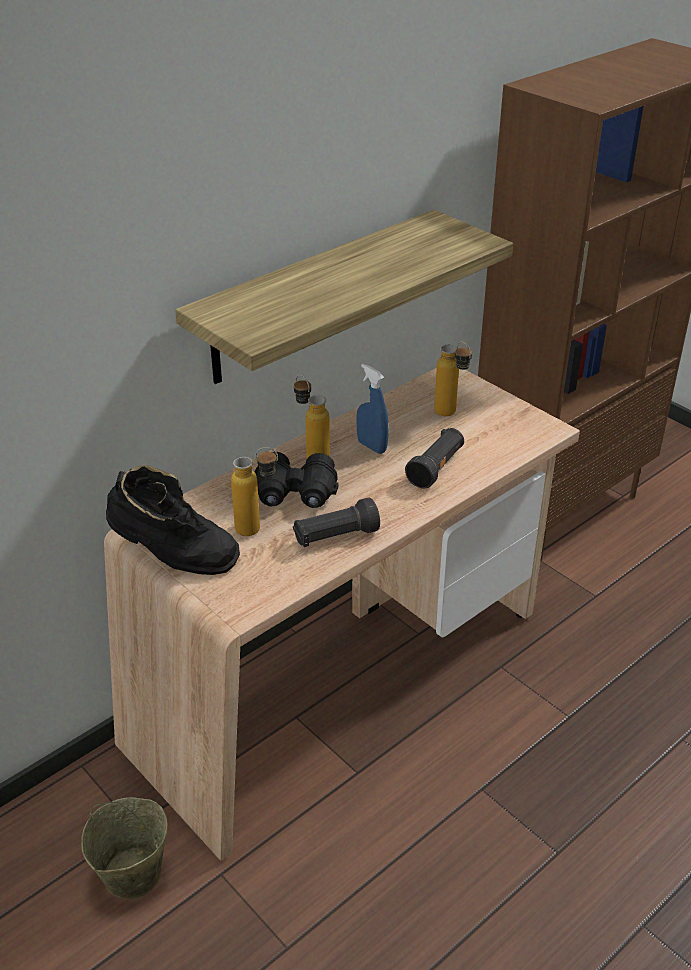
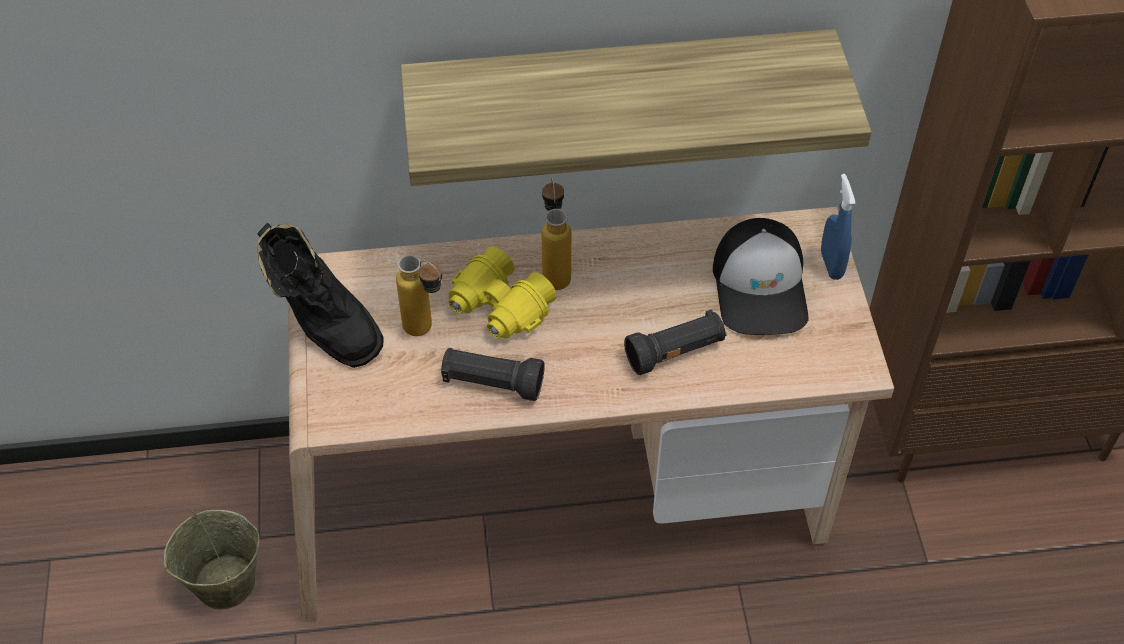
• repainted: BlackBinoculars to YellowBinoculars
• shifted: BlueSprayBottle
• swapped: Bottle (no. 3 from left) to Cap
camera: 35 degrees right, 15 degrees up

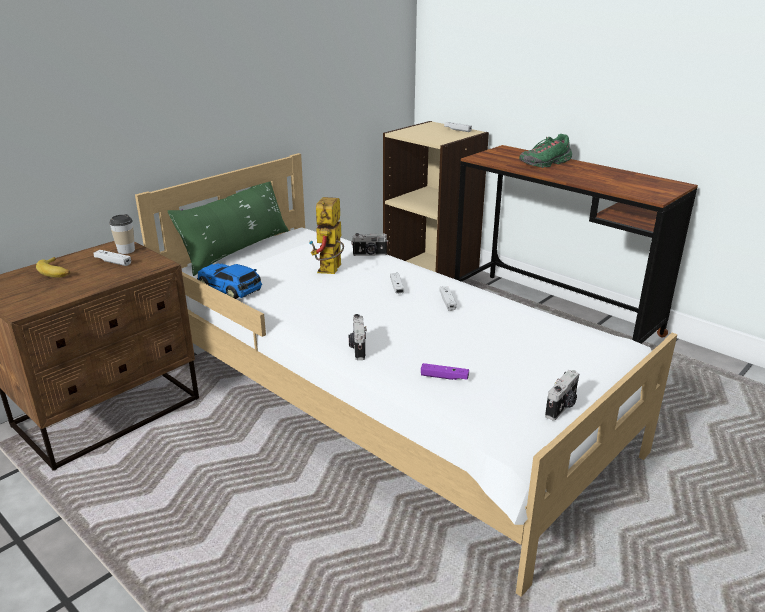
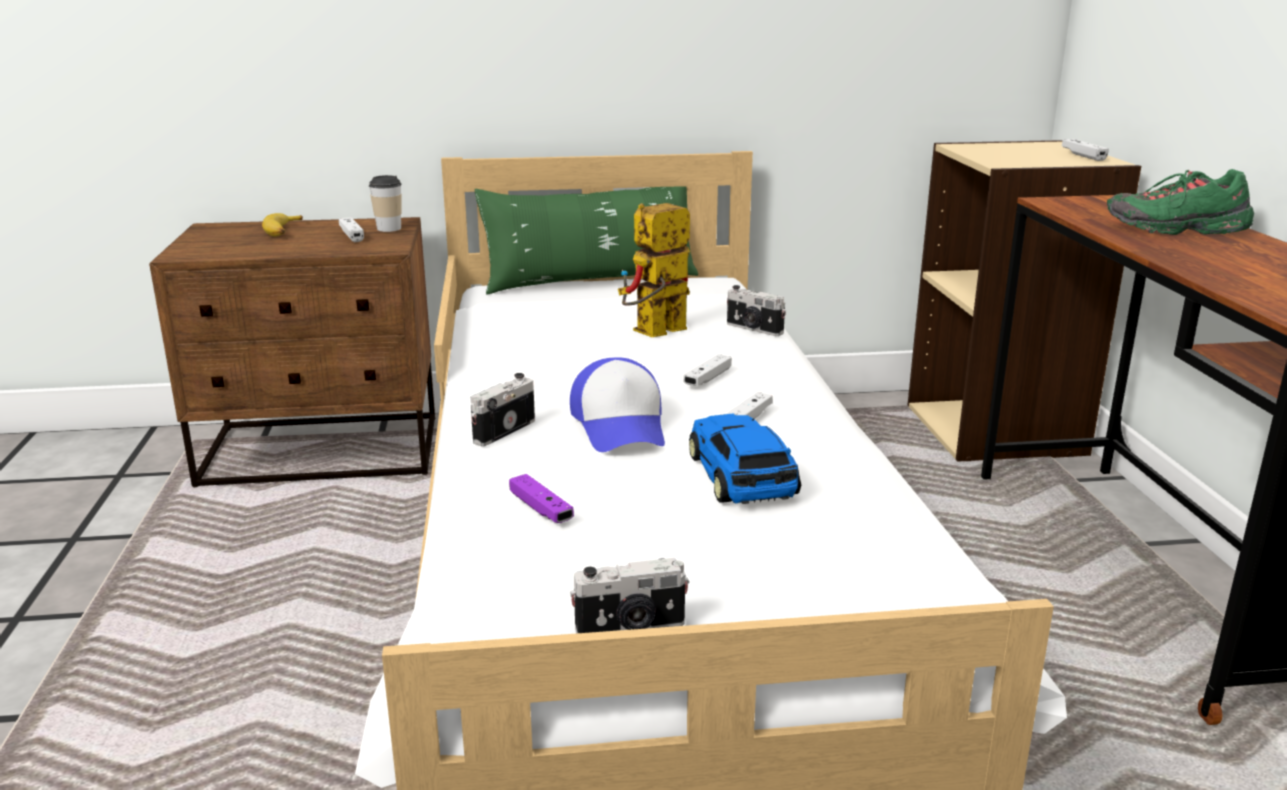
• shifted: ToyCar
• new: Cap
camera: 40 degrees right, 5 degrees down

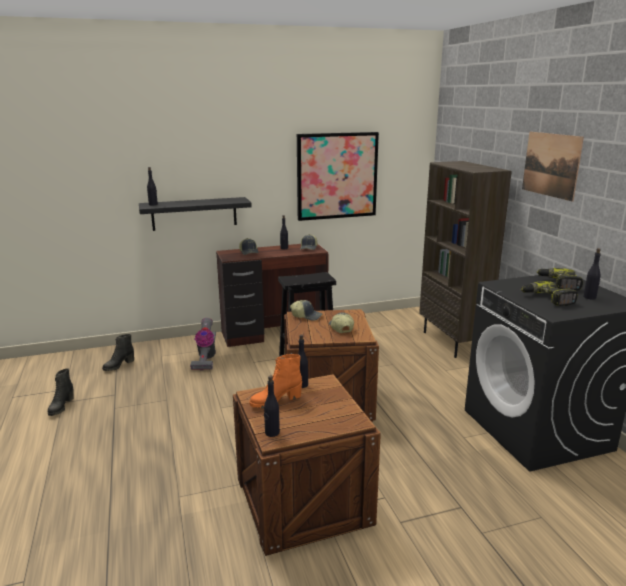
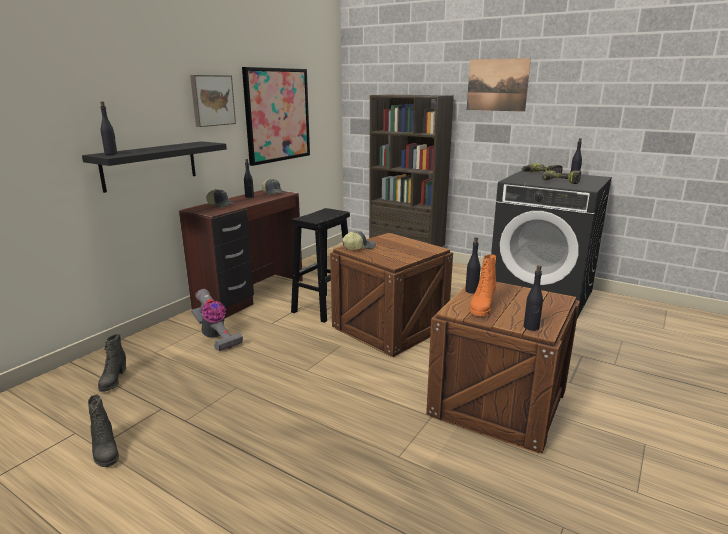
• gone: Cap (no. 4 from left)
• new: Picture (no. 1 from left)
camera: 40 degrees left, 0 degrees up

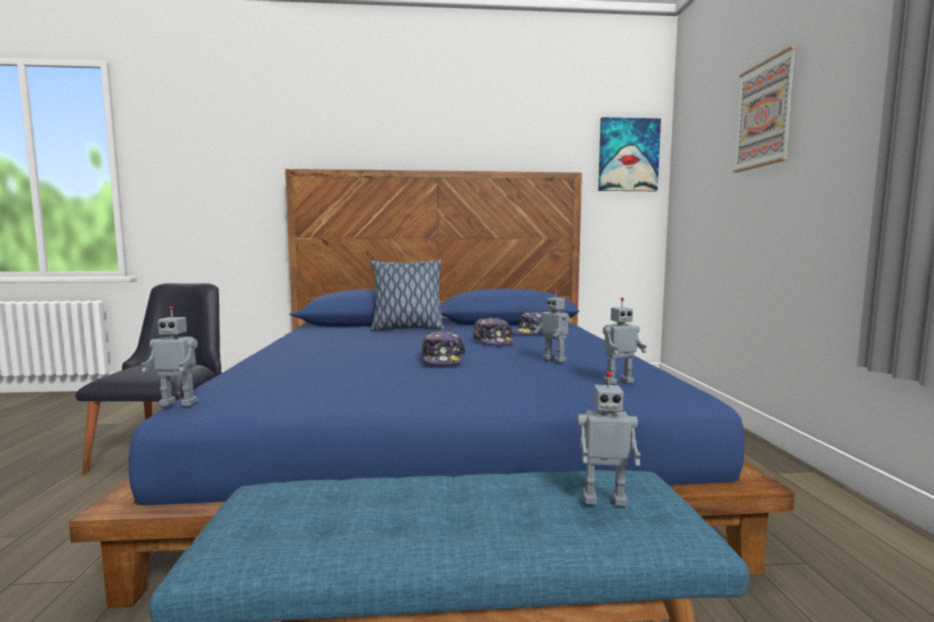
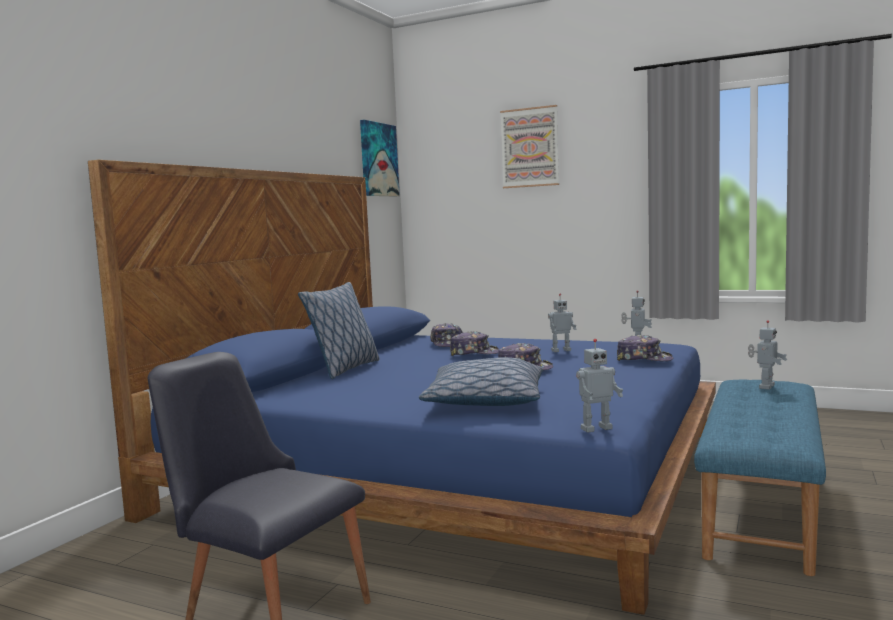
• rotated: ToyRobot (no. 1 from left in the first image) 45 degrees clockwise
• new: Pillow (no. 2 from left)
• new: Cap (no. 4 from left)
camera: 60 degrees left, 0 degrees up

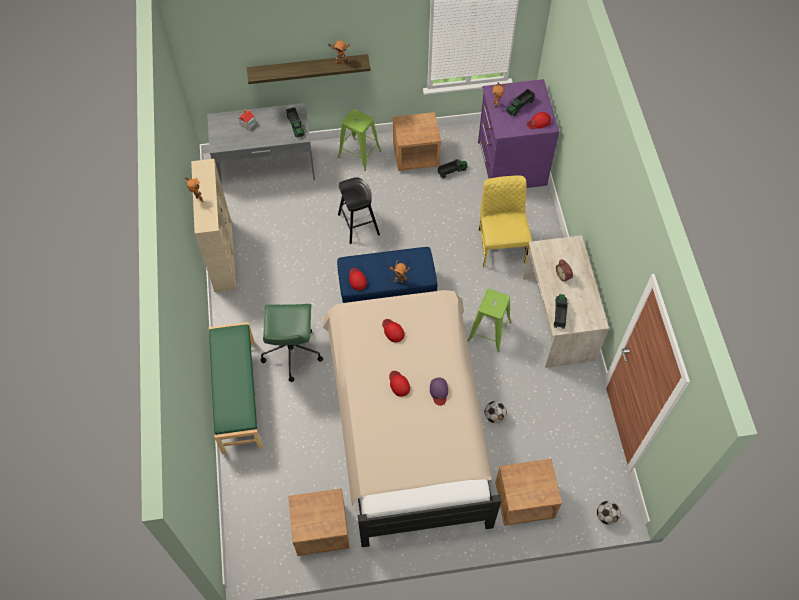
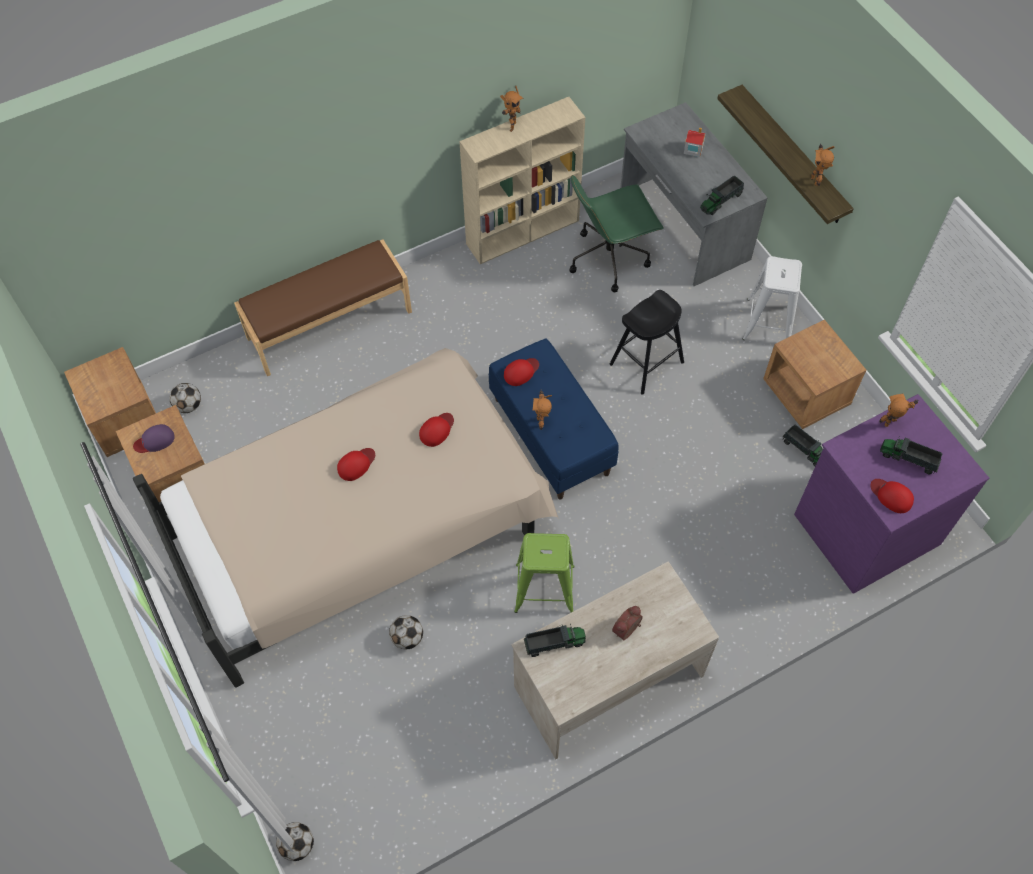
• repainted: GreenBench to BrownBench
• shifted: GreenOfficeChair
• repainted: GreenStool (no. 1 from left) to WhiteStool
• shifted: PurpleCap
• gone: YellowChair
• shifted: BrownNightstand (no. 3 from left in the first image) to BrownNightstand (no. 1 from left)
• new: Football (no. 1 from left)
camera: 70 degrees right, 0 degrees up

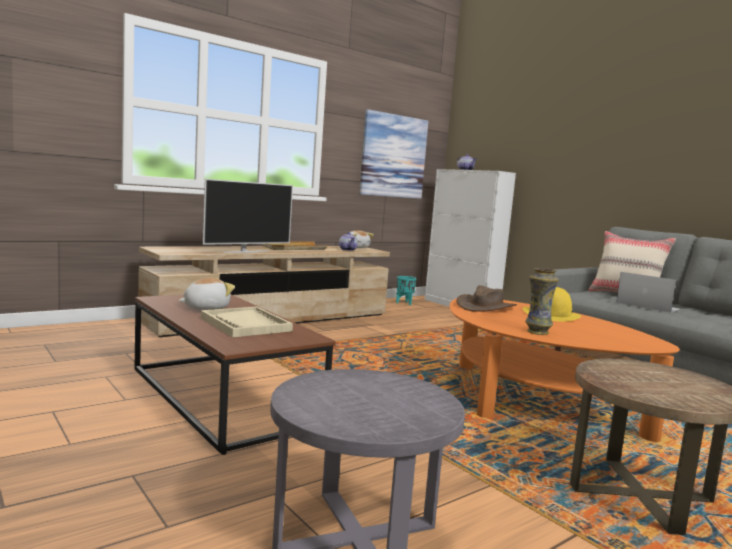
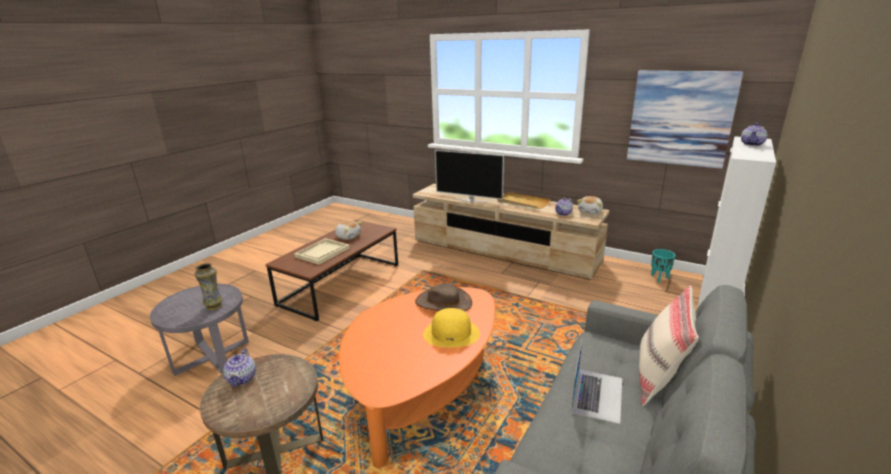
• shifted: Vase
• new: Teapot (no. 1 from left)
camera: 70 degrees right, 15 degrees up

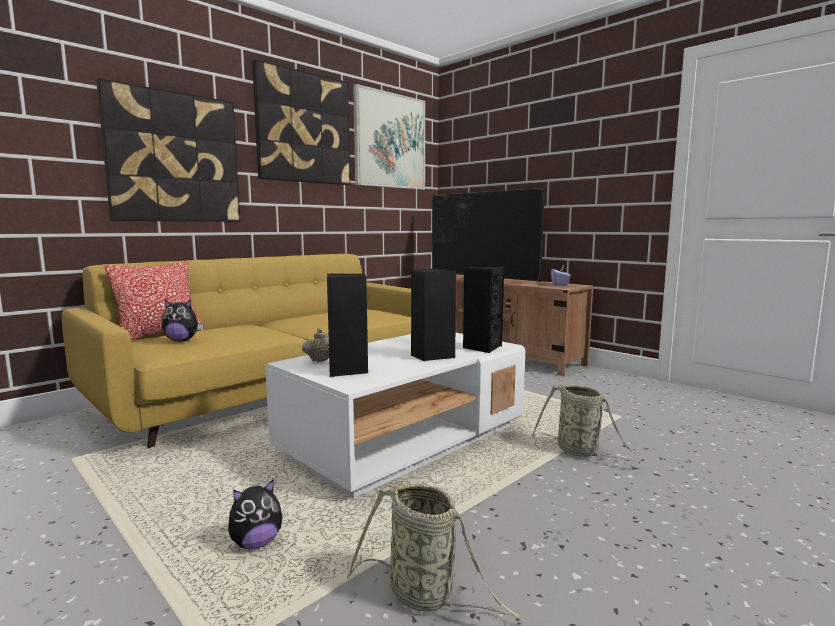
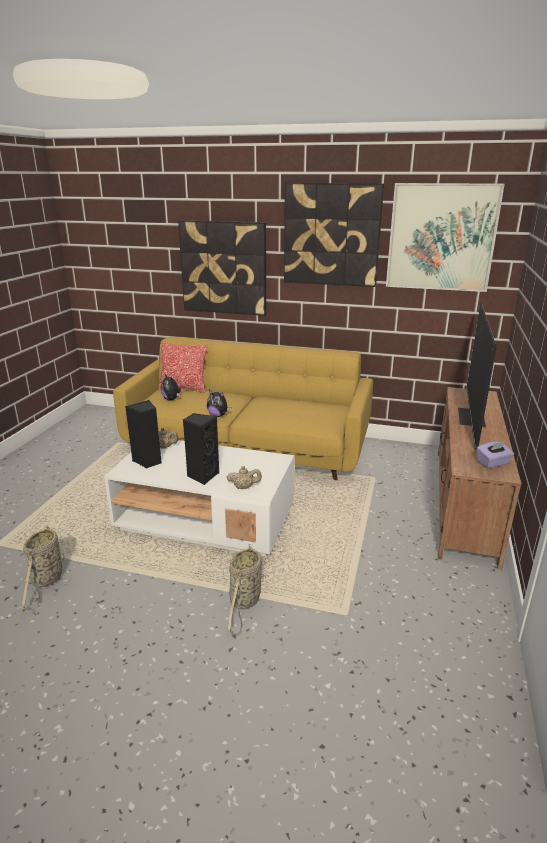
• shifted: PlushToy (no. 2 from left)
• swapped: BlackSpeaker (no. 3 from left) to BeigeTeapot (no. 2 from left)
camera: 60 degrees right, 15 degrees up

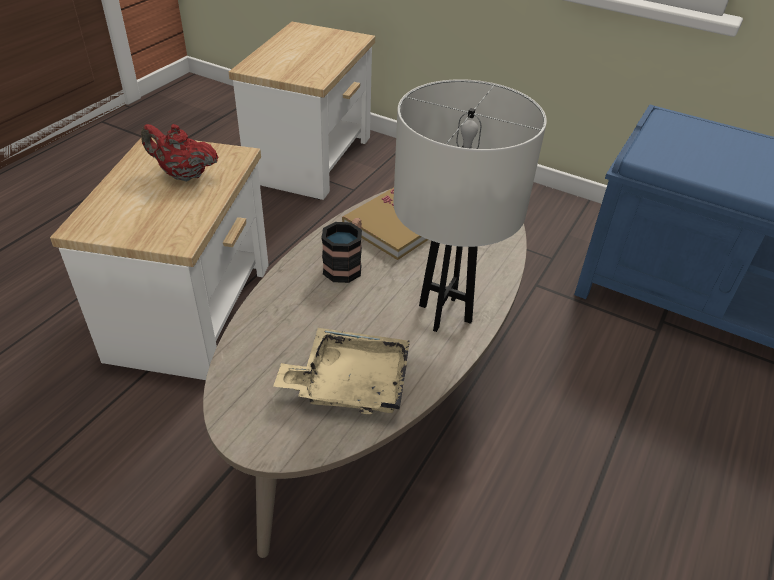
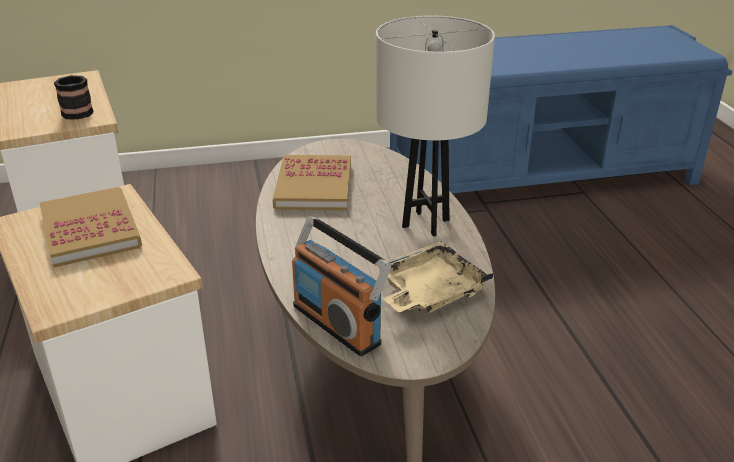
• swapped: RedTeapot to Book (no. 1 from left)
• shifted: Mug
• new: Radio
camera: 40 degrees left, 10 degrees down

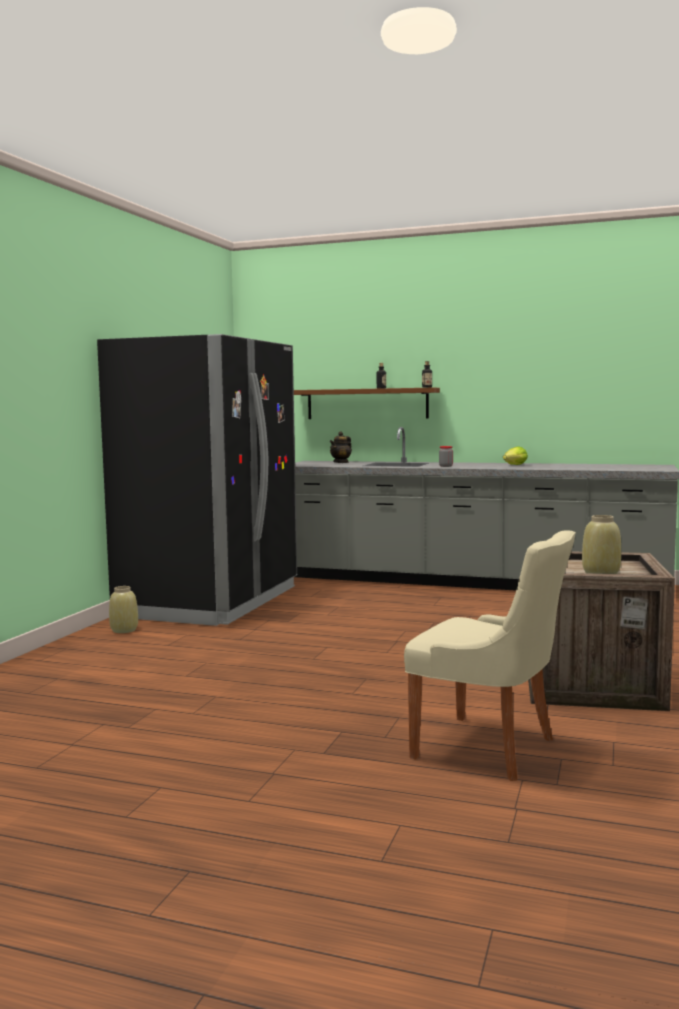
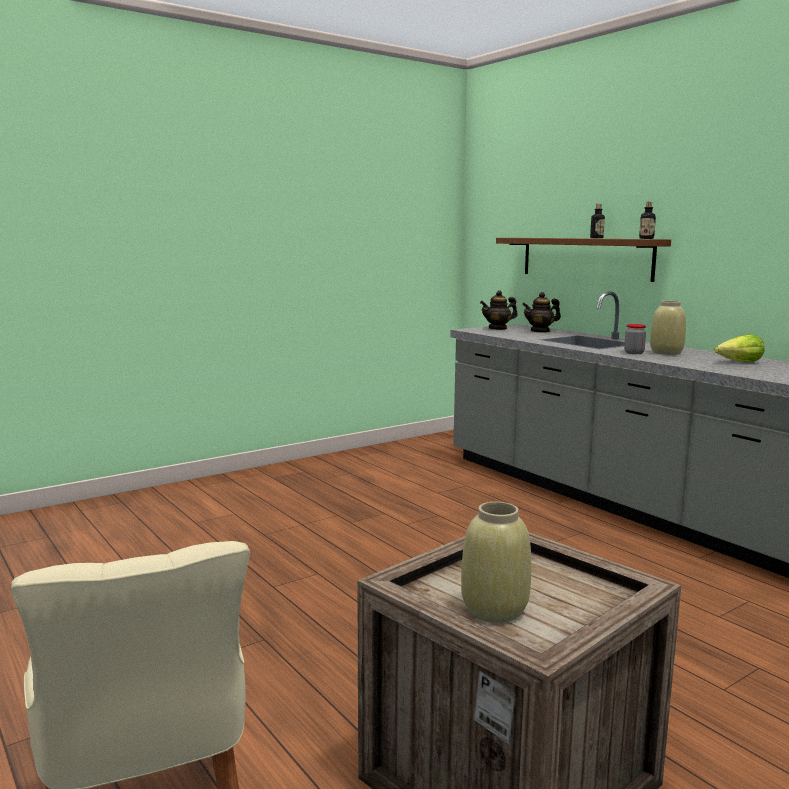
• gone: BlackFridge
• shifted: BeigeVase (no. 1 from left in the first image) to BeigeVase (no. 2 from left)
• new: Teapot (no. 1 from left)
camera: 35 degrees right, 5 degrees up

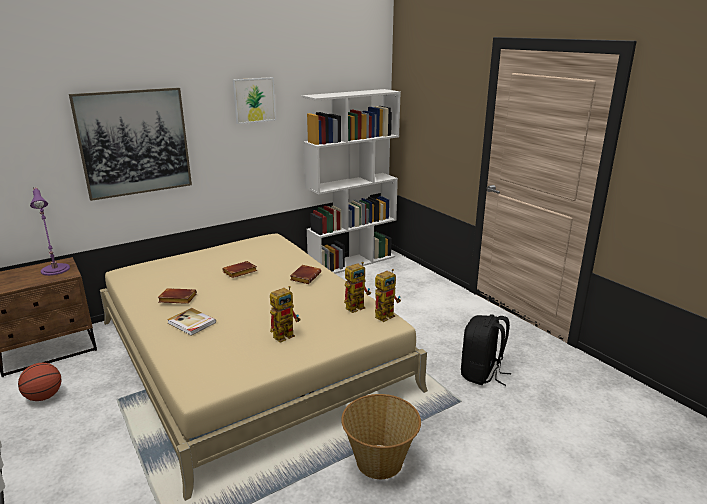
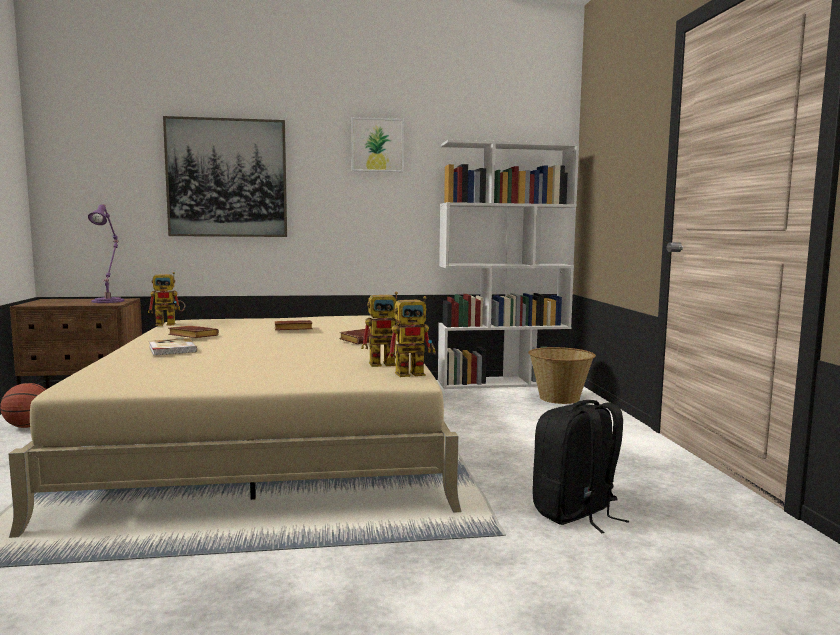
• shifted: ToyRobot (no. 1 from left)
• shifted: Basket
camera: 25 degrees right, 15 degrees down

